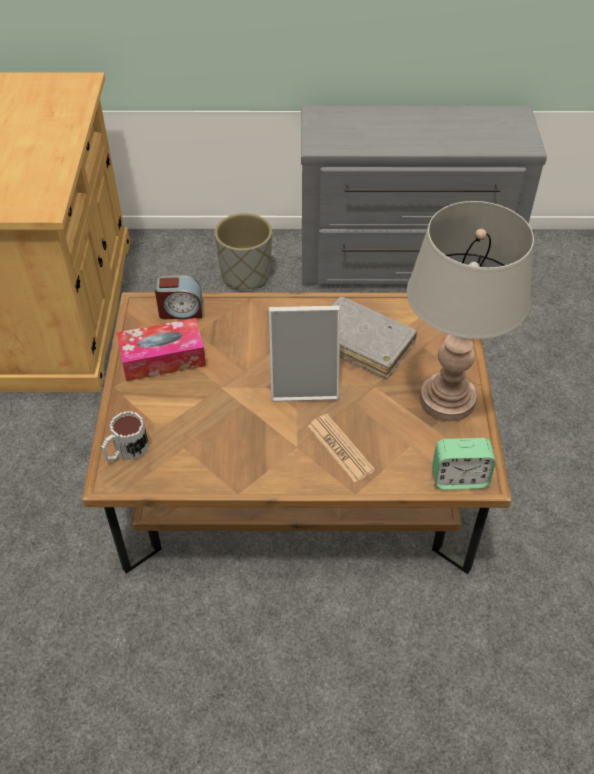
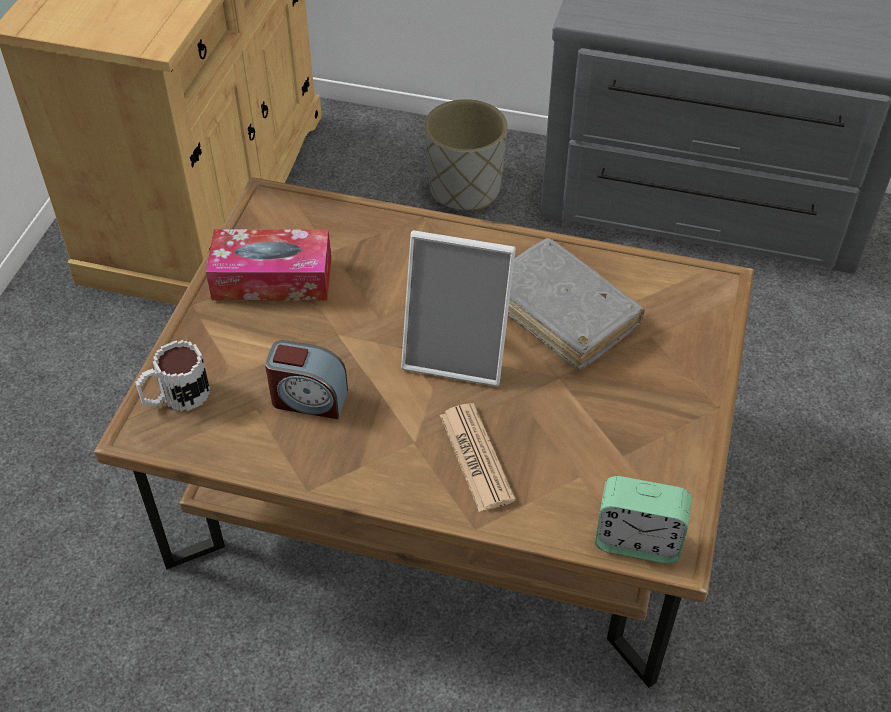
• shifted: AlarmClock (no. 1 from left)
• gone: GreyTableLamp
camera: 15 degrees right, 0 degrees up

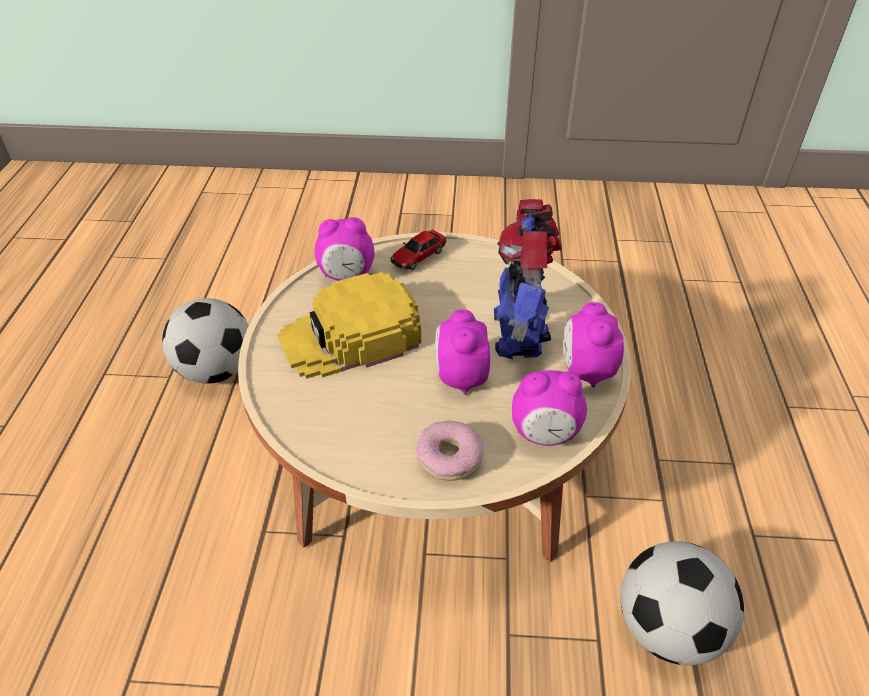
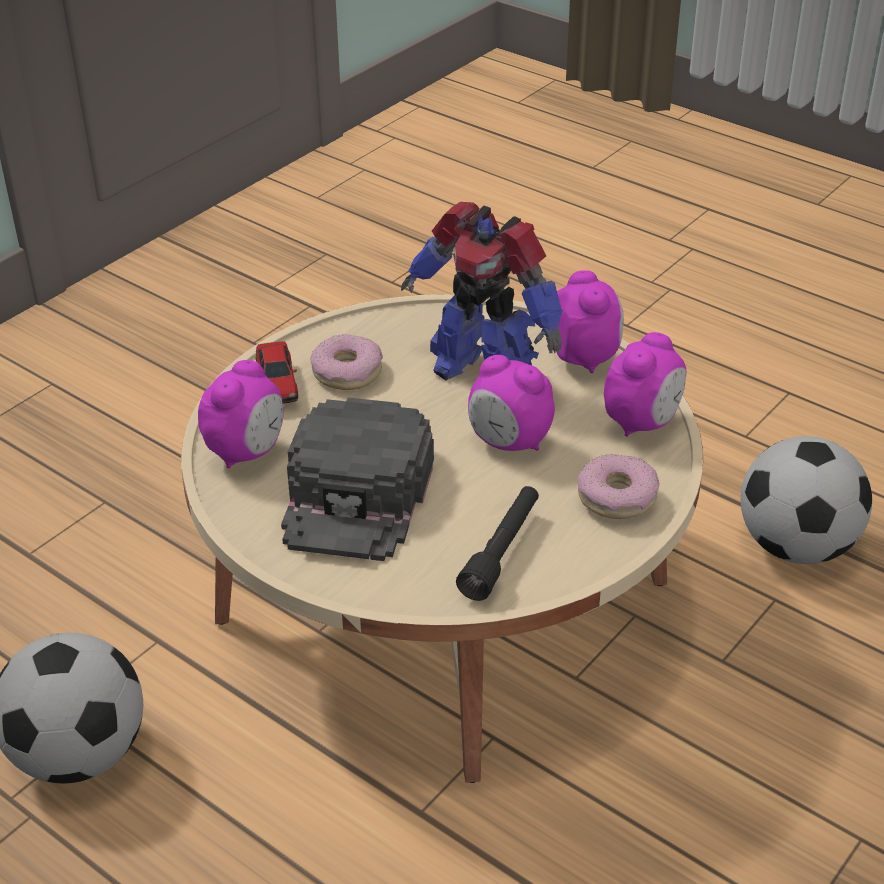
• repainted: YellowCap to BlackCap
• rotated: AlarmClock (no. 4 from left in the first image) 135 degrees counterclockwise
• new: Donut (no. 1 from left)
• new: BlackFlashlight
camera: 55 degrees left, 5 degrees down

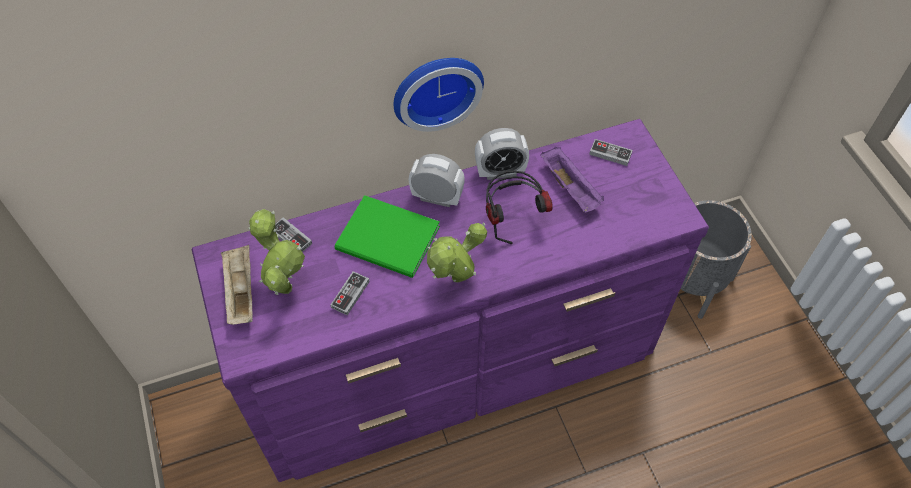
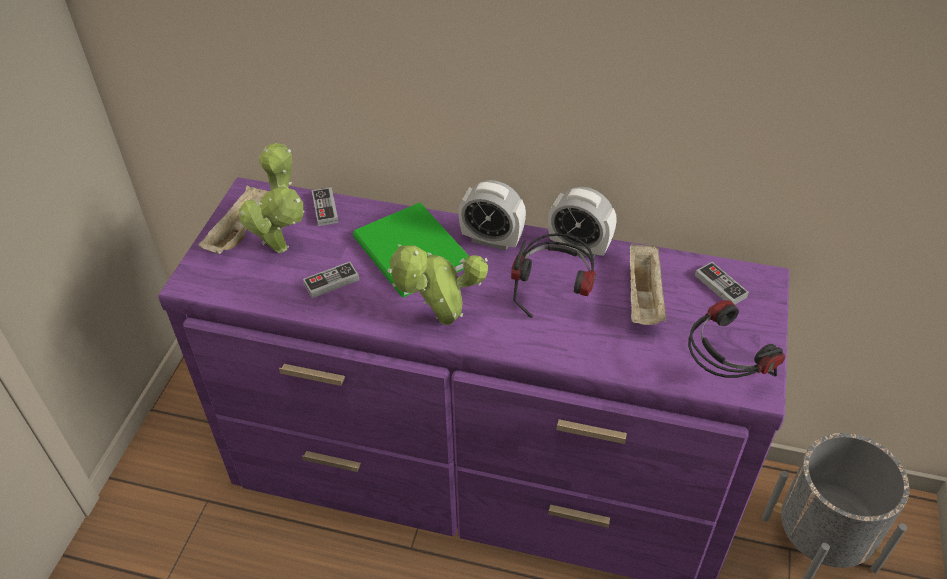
• gone: WallClock
• rotated: AlarmClock (no. 1 from left) 150 degrees clockwise
• repainted: PurpleTray to BeigeTray (no. 2 from left)
• new: Headphones (no. 2 from left)
camera: 35 degrees right, 10 degrees down

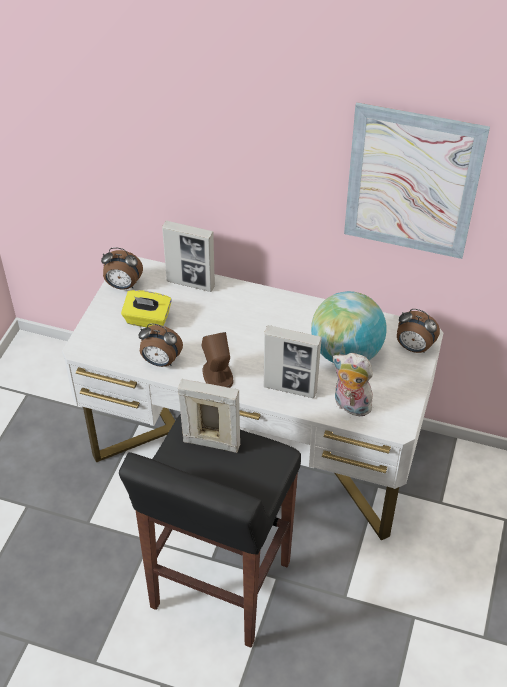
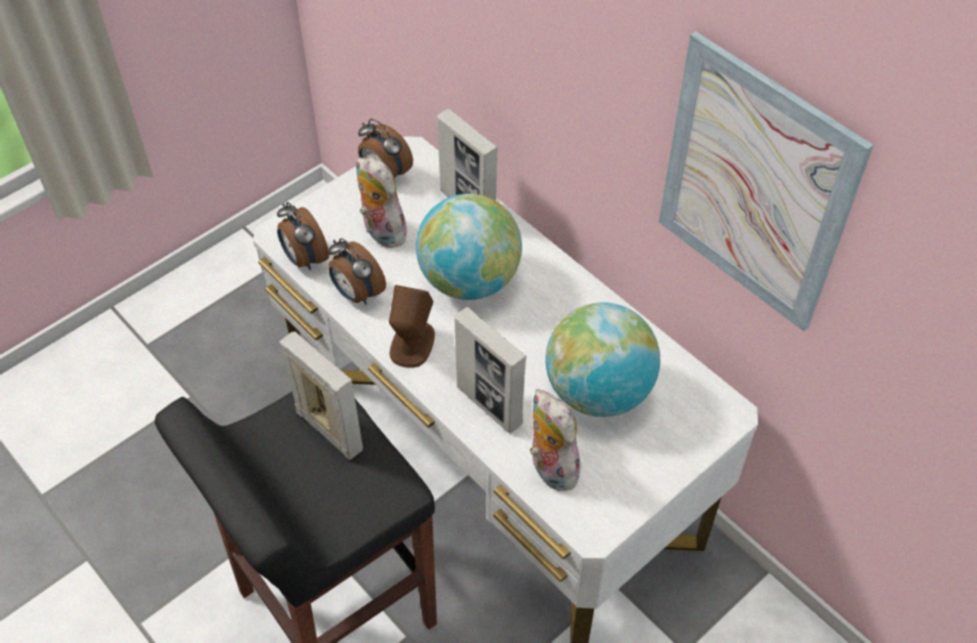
• swapped: YellowTissueBox to PlushToy (no. 1 from left)
• shifted: AlarmClock (no. 3 from left in the first image) to AlarmClock (no. 1 from left)
• new: Globe (no. 1 from left)
camera: 30 degrees right, 5 degrees up

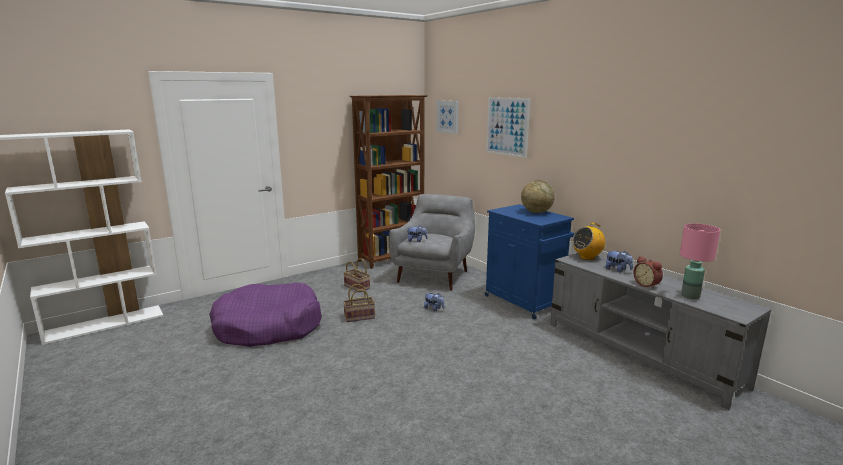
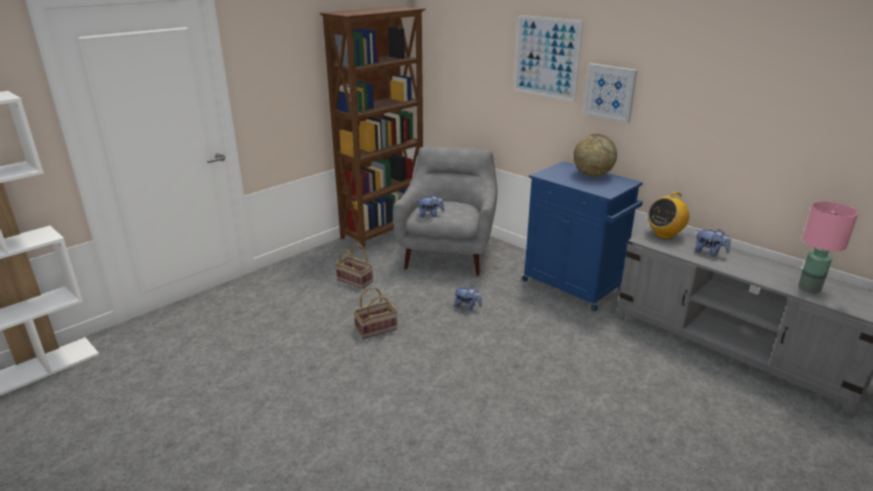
• gone: PurpleDogBed
• shifted: Picture (no. 1 from left in the first image) to Picture (no. 2 from left)
• gone: AlarmClock
camera: 10 degrees left, 10 degrees up

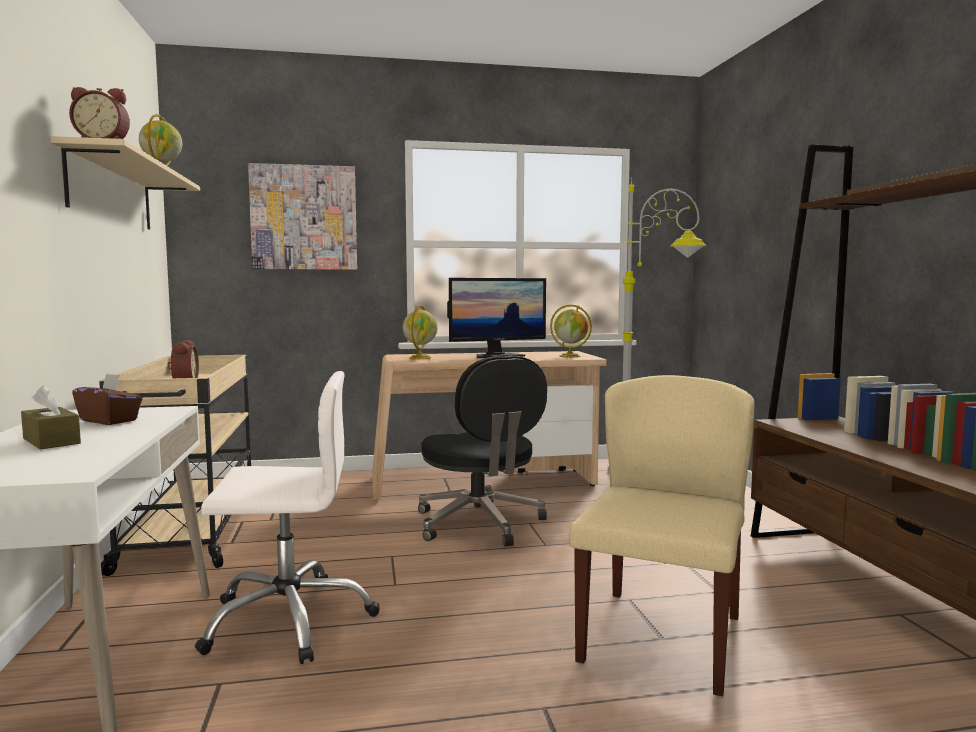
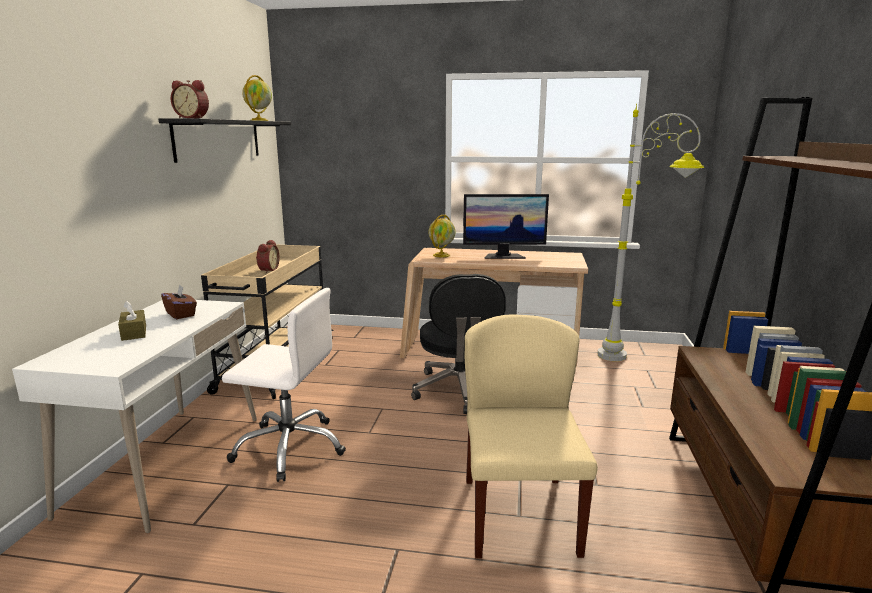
• repainted: BeigeShelf to BlackShelf
• gone: Picture
• gone: Globe (no. 3 from left)
• rotated: BeigeChair 45 degrees counterclockwise
camera: 20 degrees right, 10 degrees up

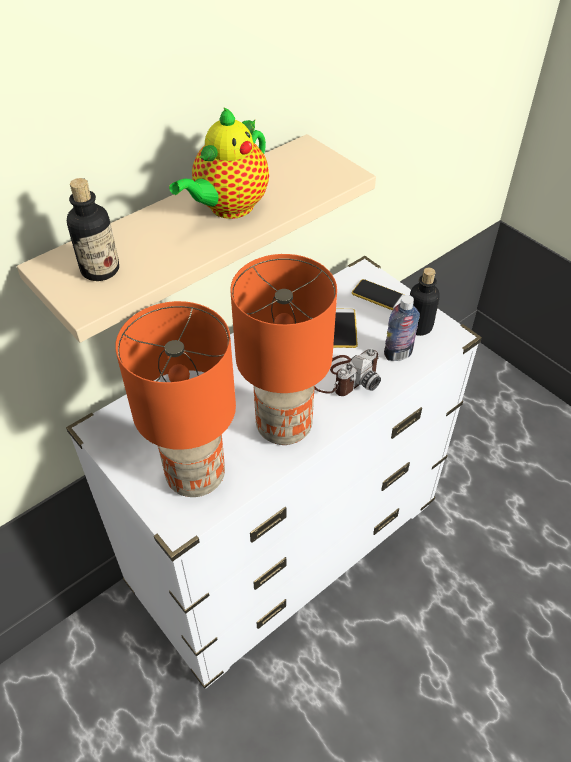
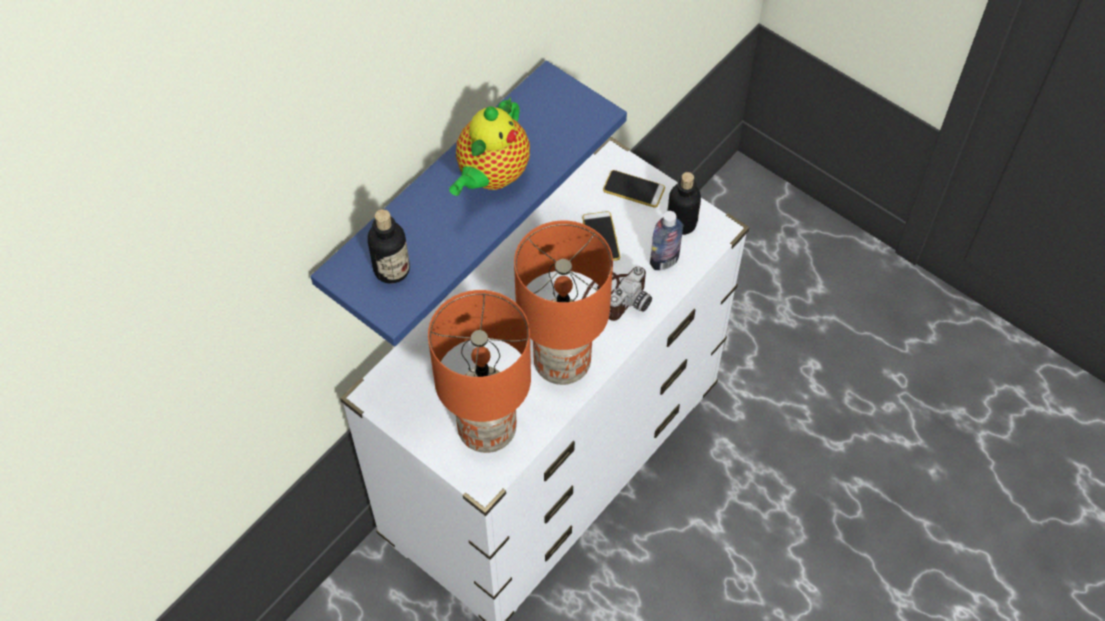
• repainted: BeigeShelf to BlueShelf
camera: 10 degrees left, 10 degrees up

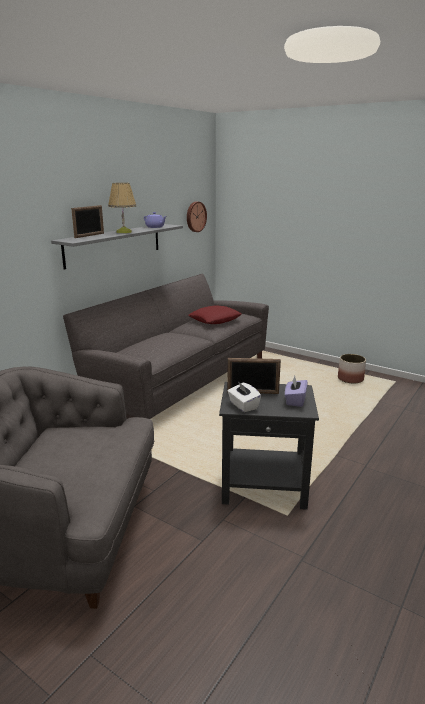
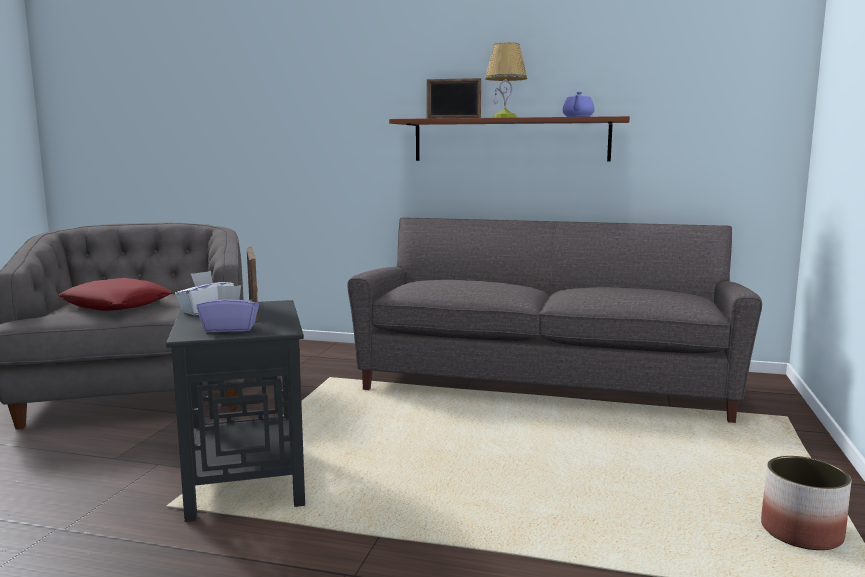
• repainted: GreyShelf to BrownShelf
• gone: WallClock
• shifted: RedPillow
camera: 70 degrees right, 10 degrees down

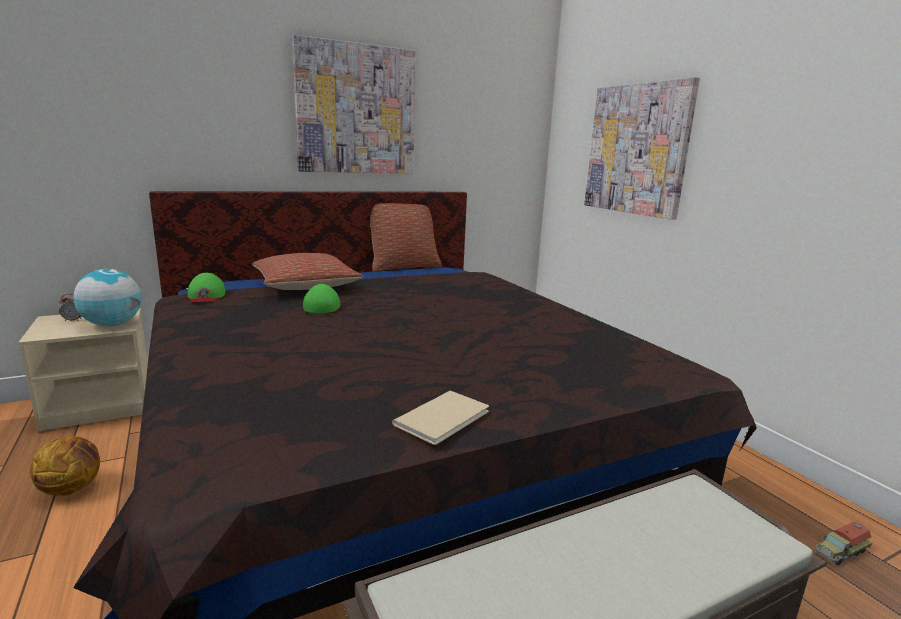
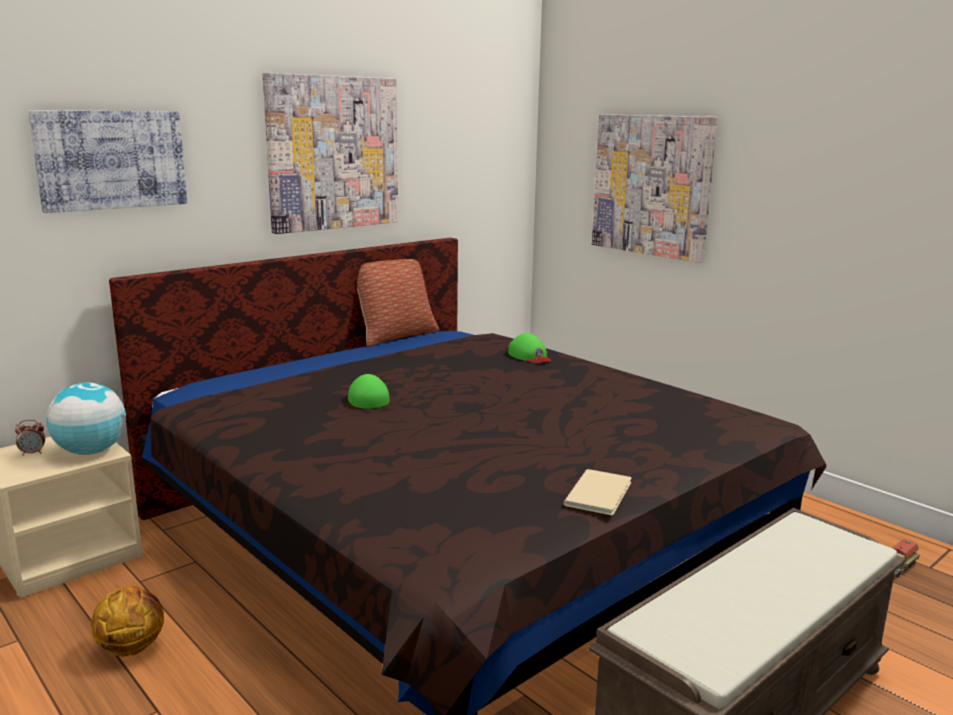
• shifted: GreenCap (no. 1 from left in the first image) to GreenCap (no. 2 from left)
• gone: Pillow (no. 1 from left)
• new: Picture (no. 1 from left)
camera: 15 degrees left, 0 degrees up

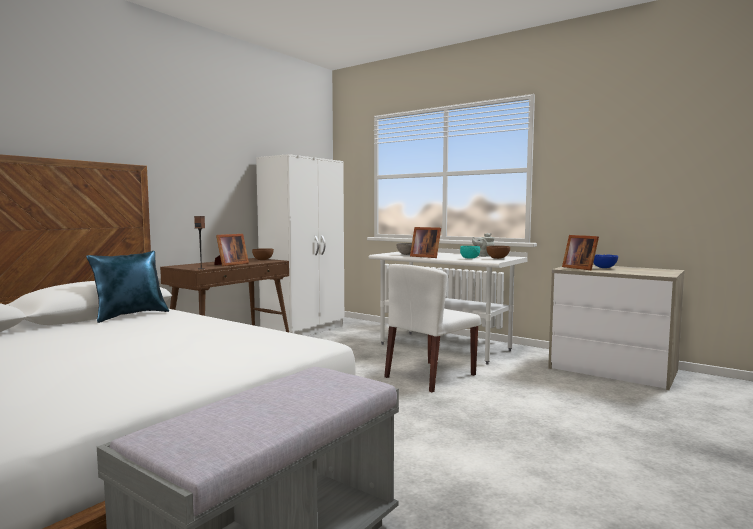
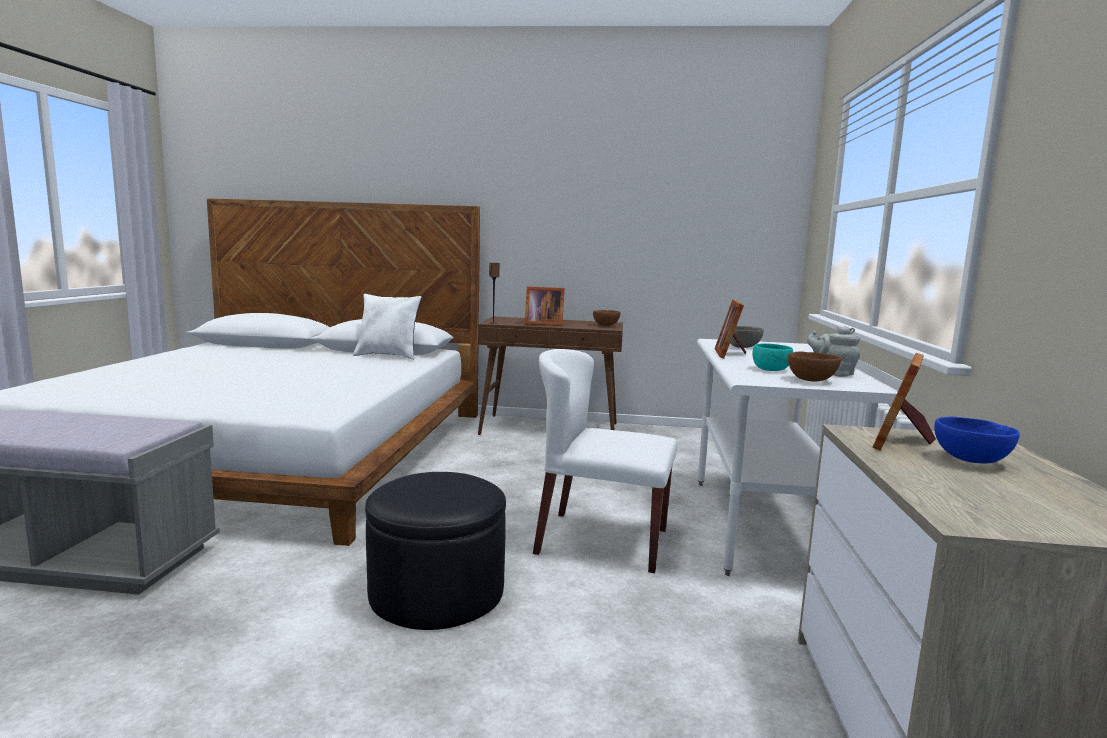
• repainted: BluePillow to WhitePillow
• gone: WhiteWardrobe
• new: BlackOttoman
camera: 60 degrees right, 5 degrees up

